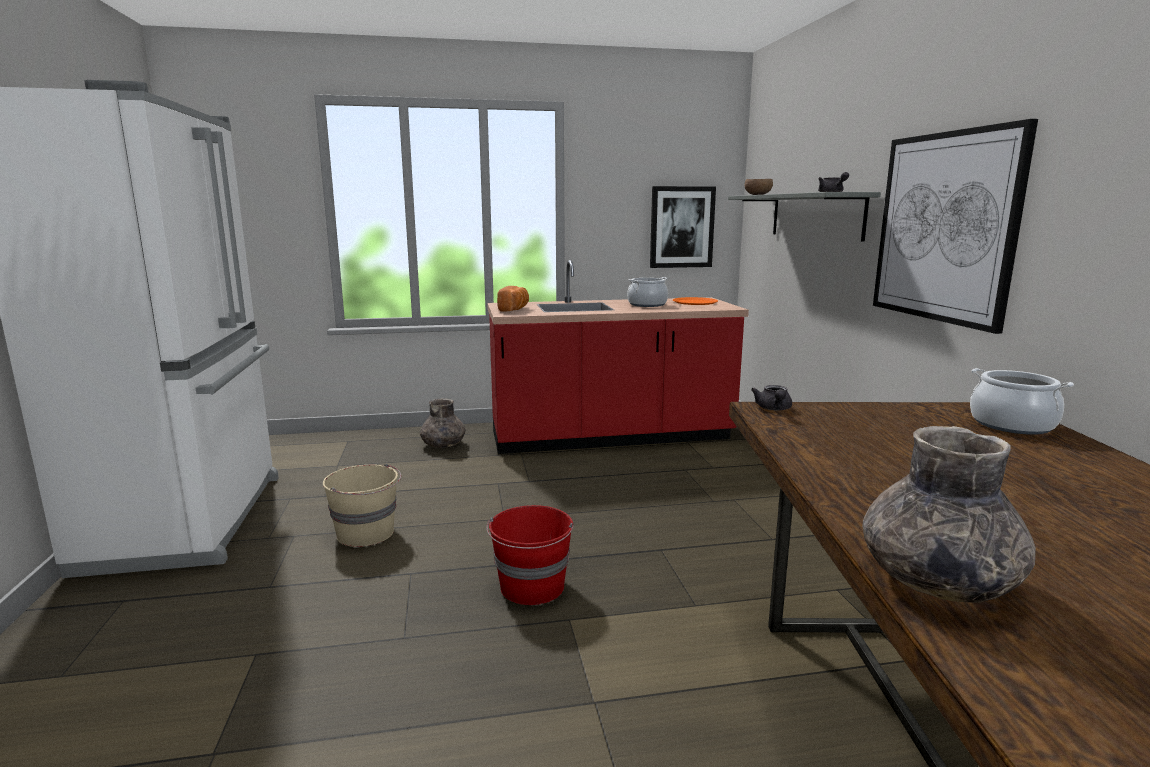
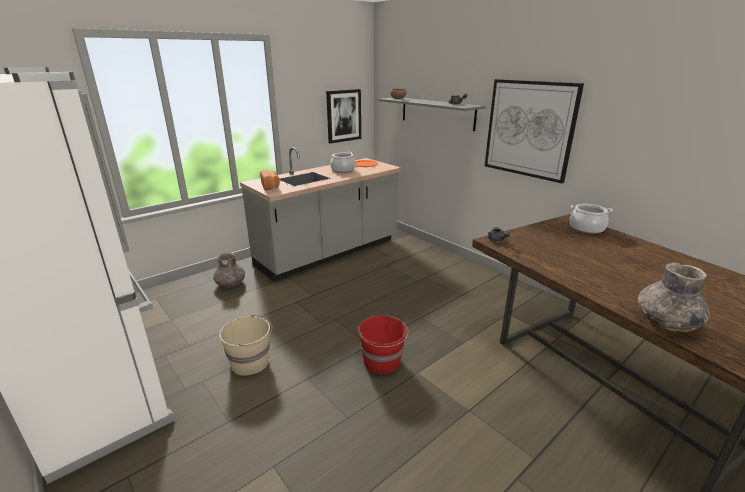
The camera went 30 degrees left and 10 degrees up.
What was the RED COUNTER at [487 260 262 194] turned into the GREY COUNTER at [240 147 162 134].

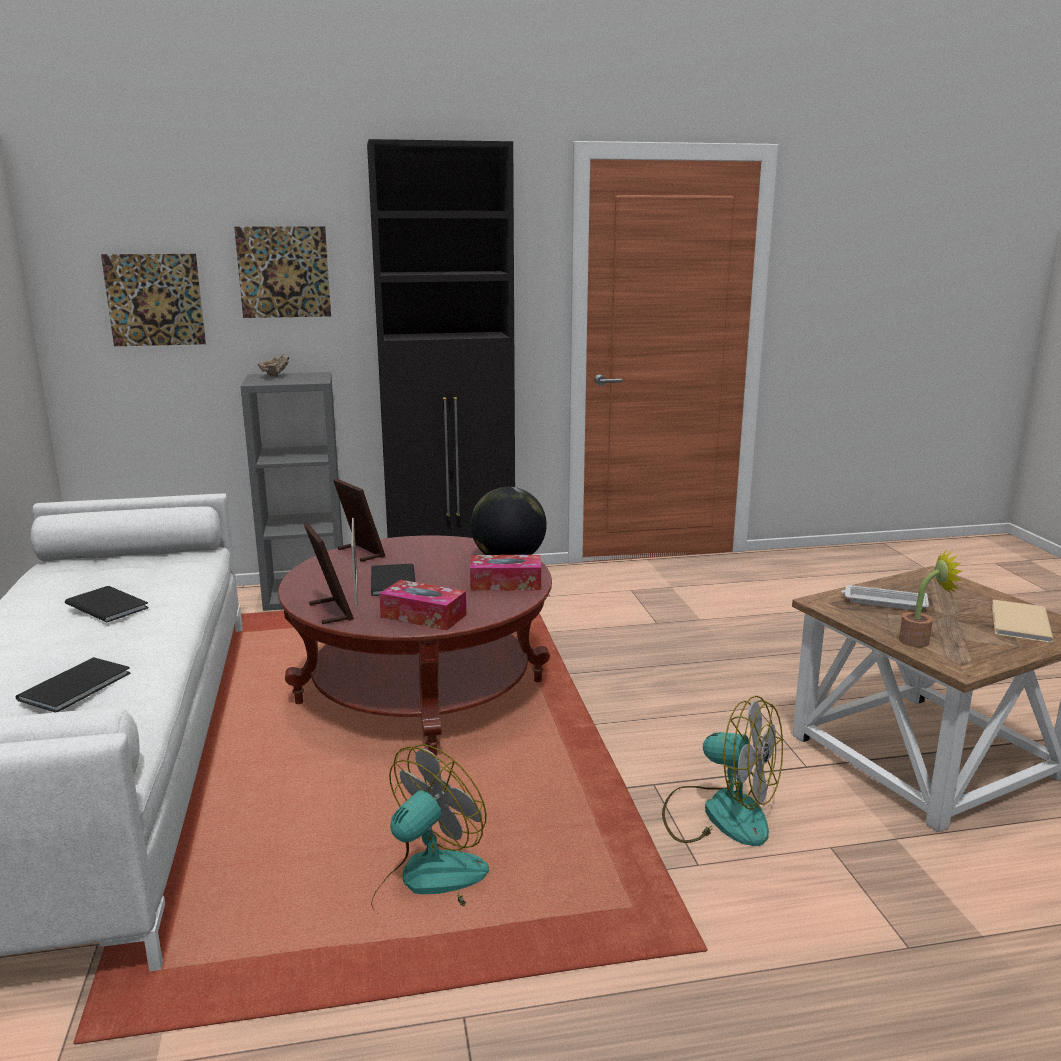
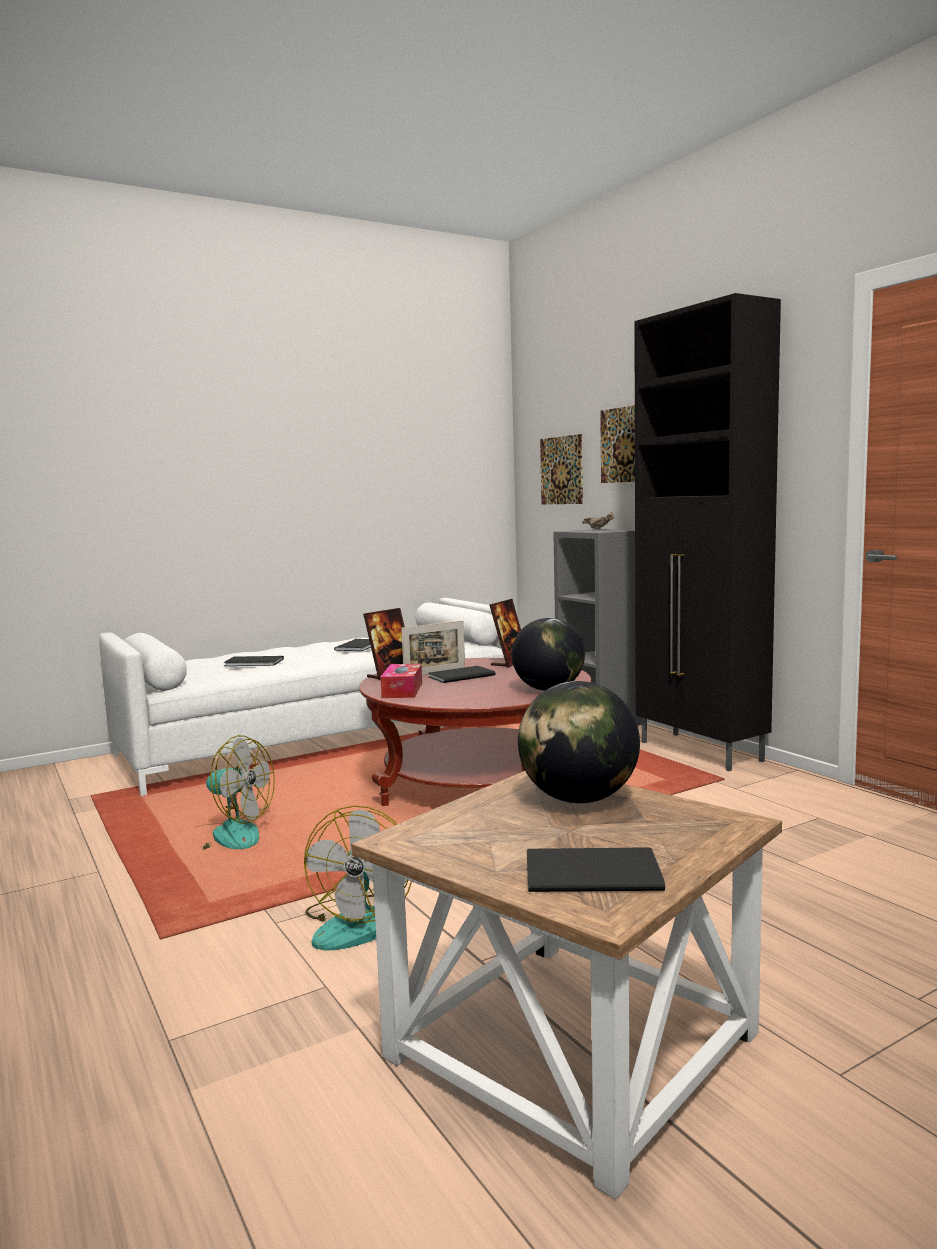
The camera went 70 degrees right and 10 degrees down.
The second view lost the TISSUE BOX at [470 555 71 36].
Where the WHITE TRAY stood at [841 585 88 25], the GLOBE came to stand at [518 681 122 122].
The second view lost the POTTED PLANT at [899 550 63 97].
What was the BEIGE BOOK at [992 600 62 43] turned into the BLACK BOOK at [527 847 138 45].

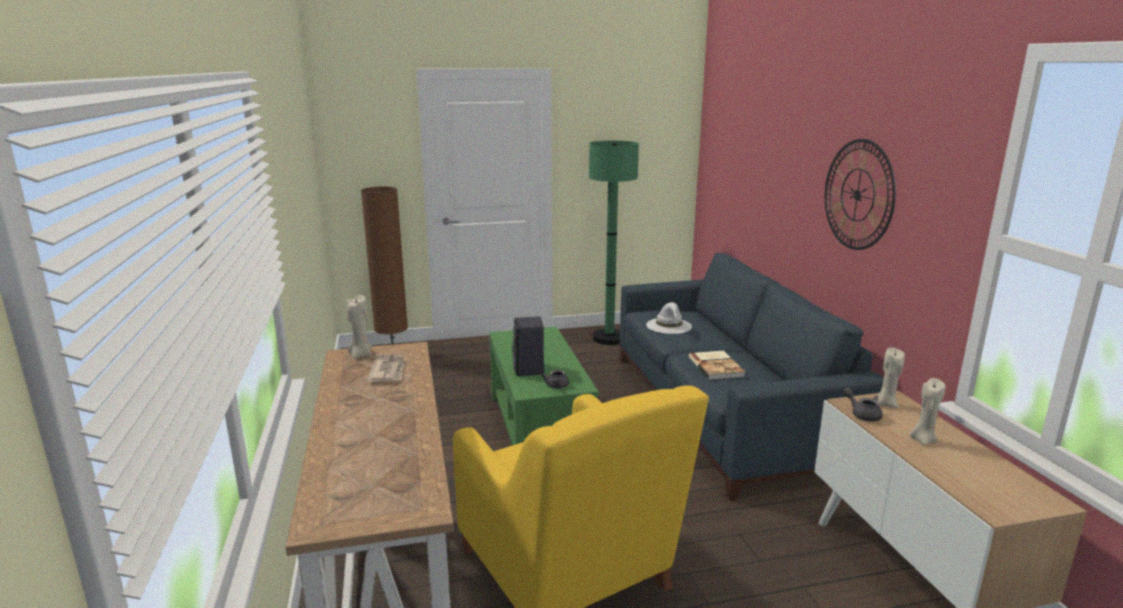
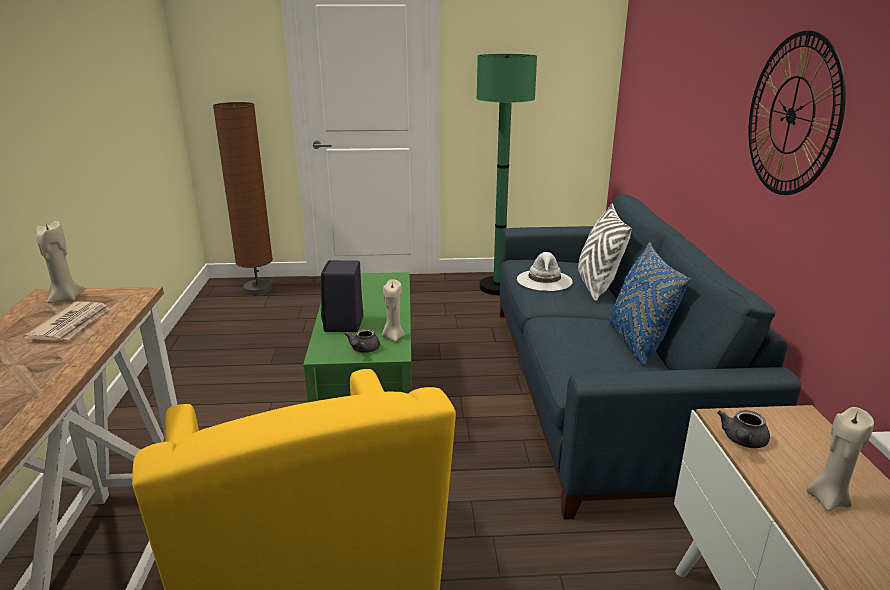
The camera went 10 degrees right and 5 degrees up.
The second view lost the BOOK at [689 351 56 29].
The GREY TEAPOT at [843 388 40 34] ended up facing another way, 120 degrees counterclockwise from before.
The BEIGE CANDLE ended up elsewhere, having gone from [877 347 28 61] to [382 279 23 63].
The second view gained the WHITE PILLOW at [578 203 54 98].
The second view gained the BLUE PILLOW at [609 242 81 124].

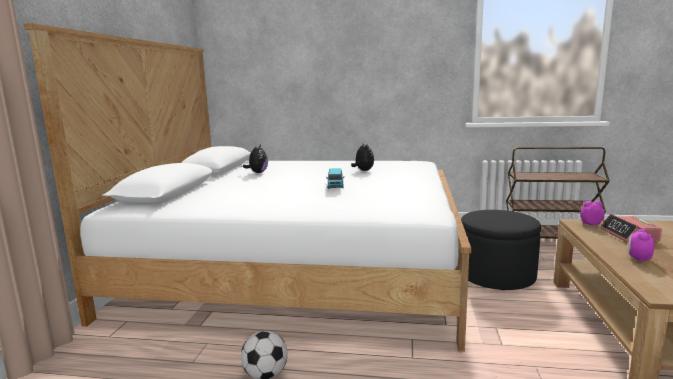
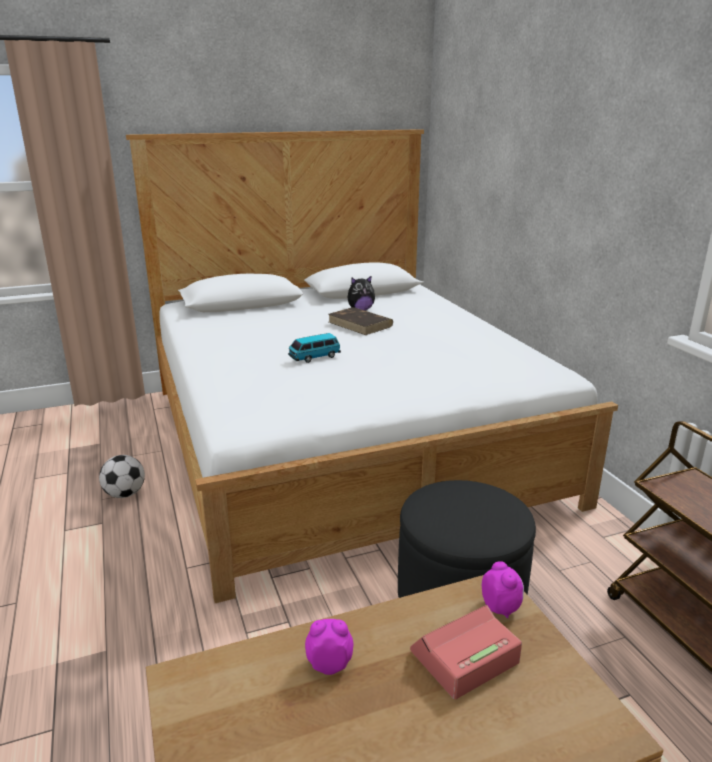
The camera went 60 degrees right and 10 degrees up.
The second view lost the PLUSH TOY at [351 144 23 27].
The second view gained the BROWN BOOK at [328 307 65 28].

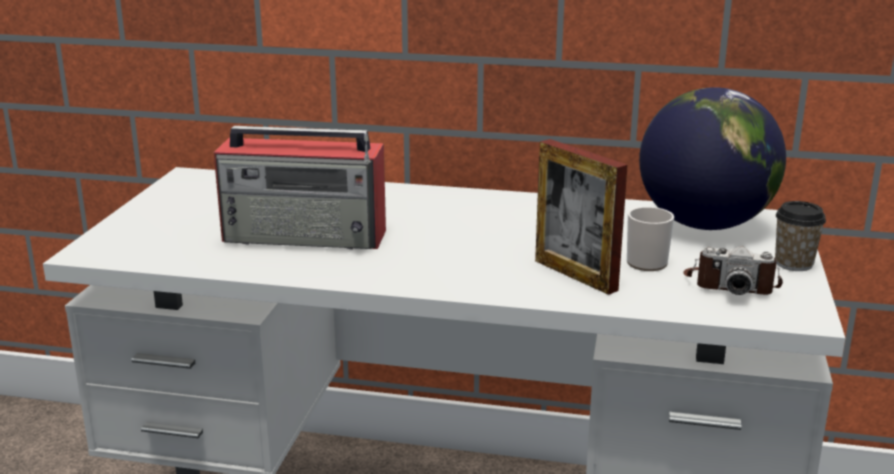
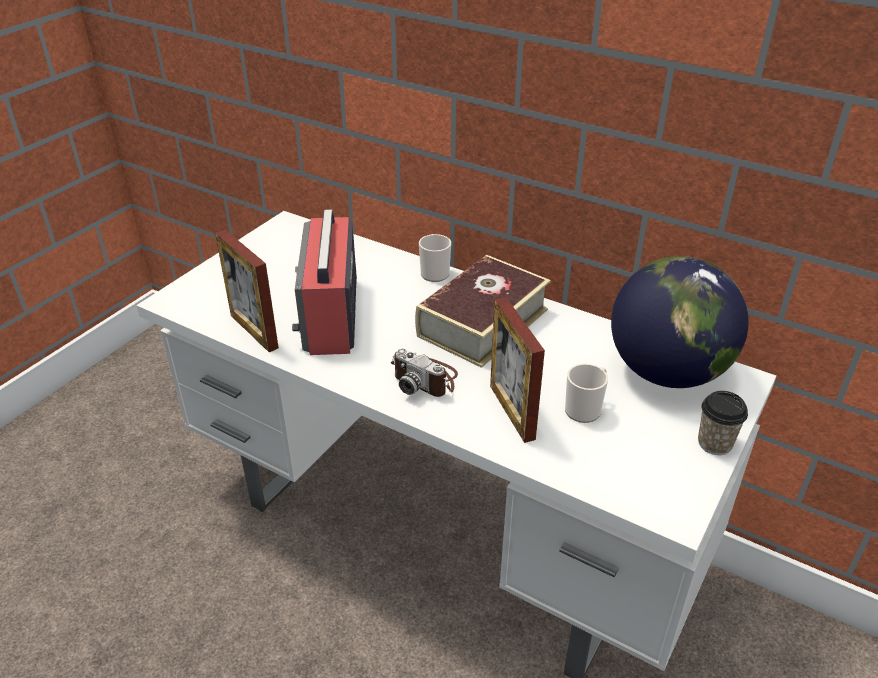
The camera went 20 degrees right and 15 degrees up.
The RADIO at [214 126 172 124] ended up facing another way, 60 degrees clockwise from before.
The PHOTO CAMERA ended up elsewhere, having gone from [683 246 100 49] to [390 349 68 48].
The second view gained the PICTURE FRAME at [215 230 64 122].
The second view gained the BOOK at [415 255 136 113].
The second view gained the MUG at [419 234 32 48].

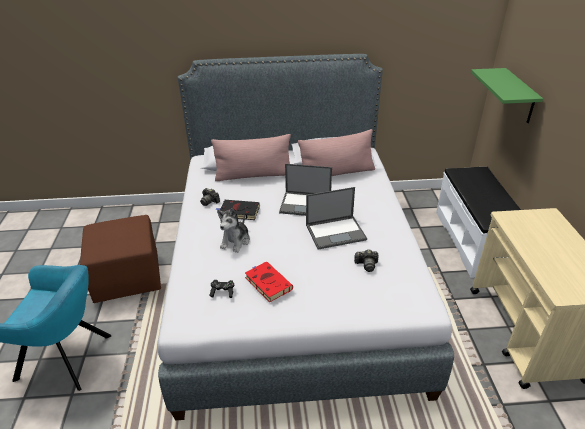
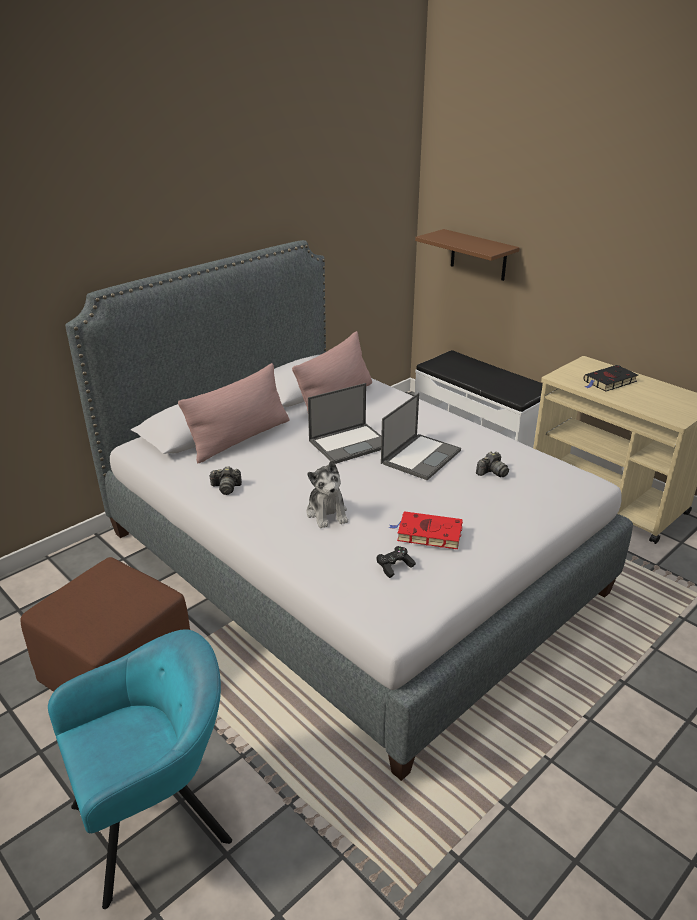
The camera went 40 degrees left and 5 degrees down.
The BLACK BOOK ended up elsewhere, having gone from [216 200 44 20] to [584 365 54 27].
What was the GREEN SHELF at [471 68 72 55] turned into the BROWN SHELF at [415 229 105 52].

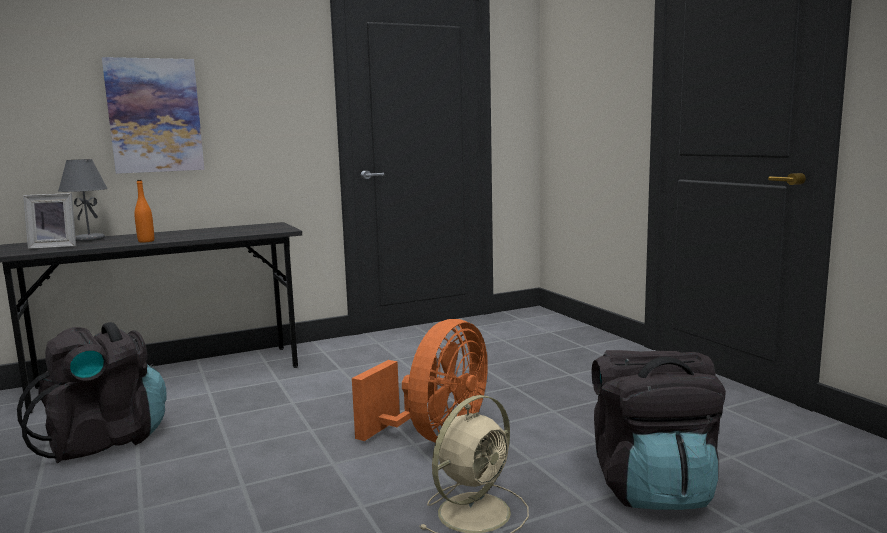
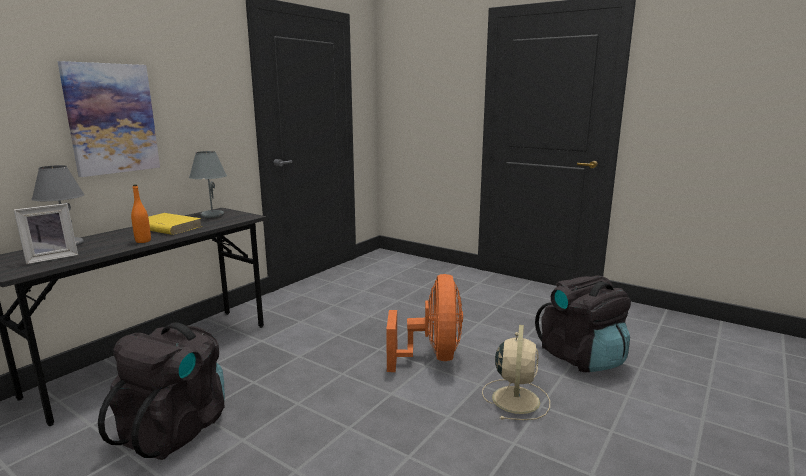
The camera went 30 degrees left and 5 degrees up.
The second view gained the YELLOW BOOK at [148 213 54 22].
The second view gained the GREY TABLE LAMP at [189 151 38 67].

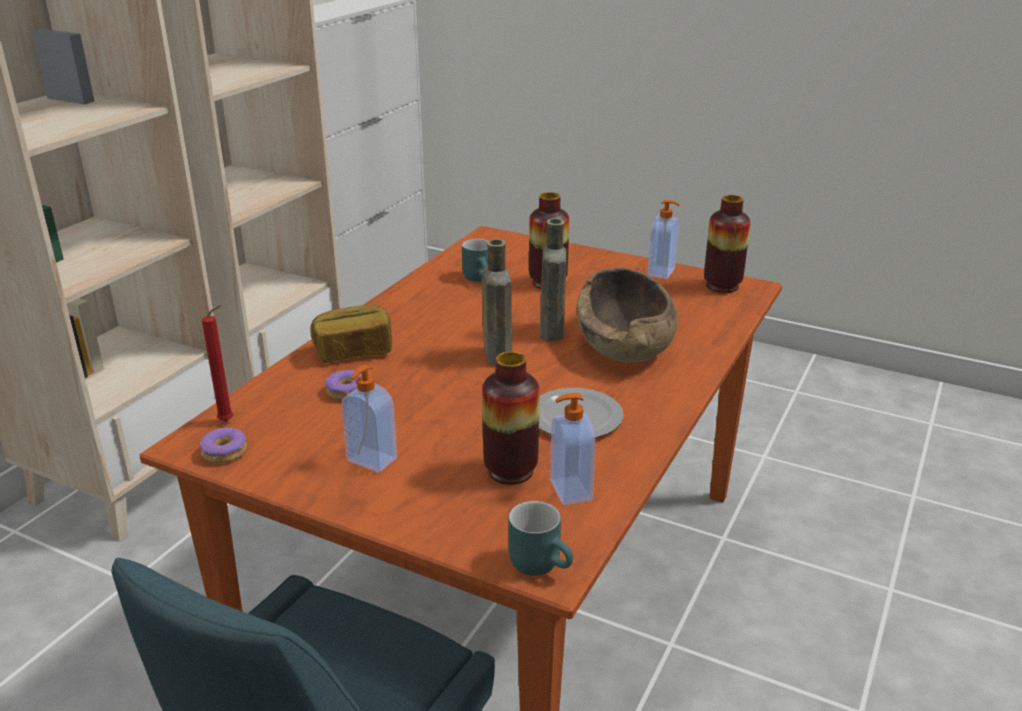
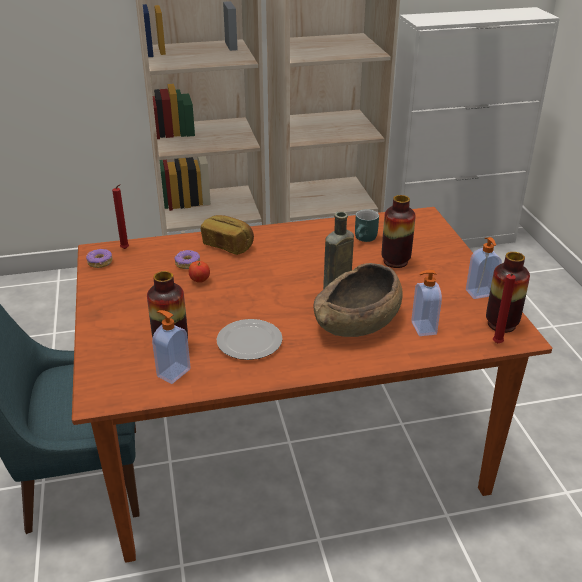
The camera went 50 degrees right and 5 degrees up.
The SOAP DISPENSER ended up elsewhere, having gone from [341 365 56 107] to [411 270 31 66].
The second view lost the BROWN BOTTLE at [482 239 30 127].
The second view lost the TURQUOISE MUG at [509 501 64 75].
The second view gained the APPLE at [189 261 21 21].
The second view gained the RED CANDLE at [493 273 23 70].

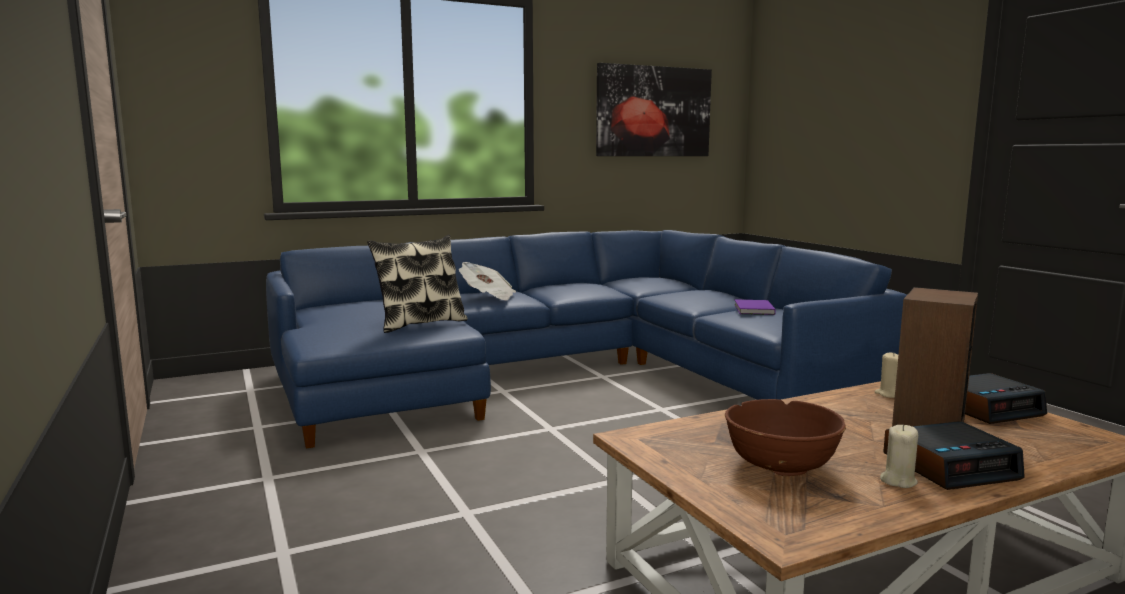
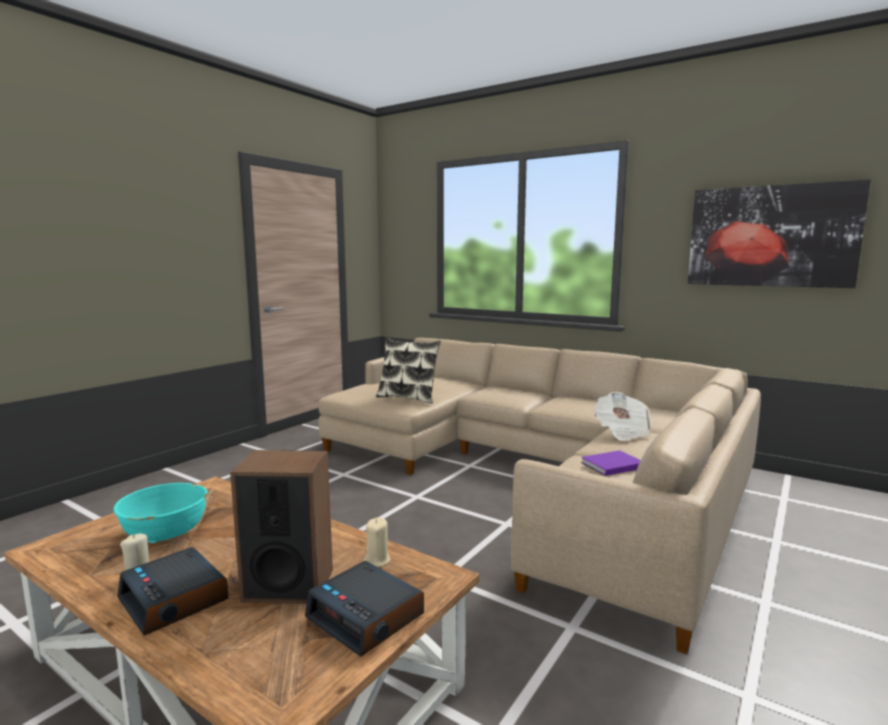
The camera went 60 degrees right and 0 degrees up.
What was the BLUE SOFA at [266 230 641 219] turned into the BEIGE SOFA at [318 338 443 316].
The NEWSPAPER ended up elsewhere, having gone from [459 262 57 38] to [594 392 57 49].
What was the BROWN BOWL at [725 399 121 77] turned into the TURQUOISE BOWL at [114 483 94 60].

